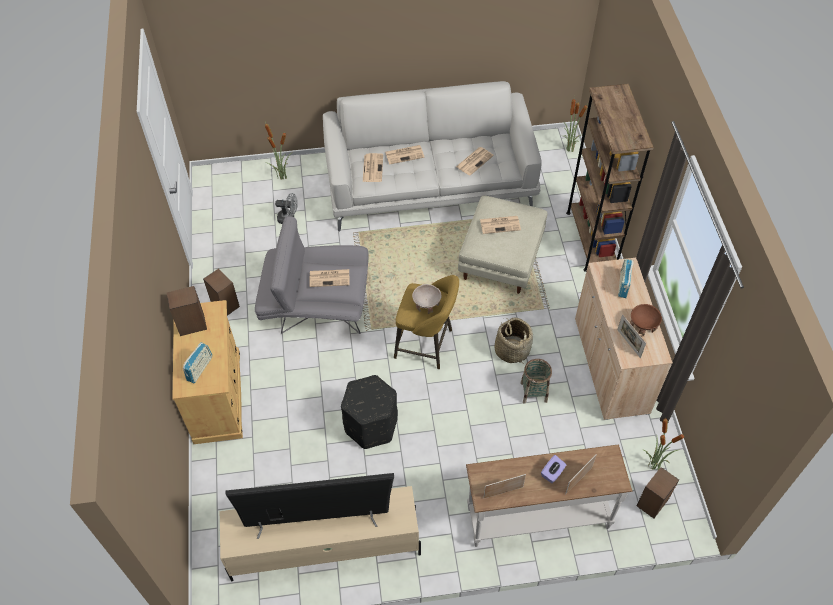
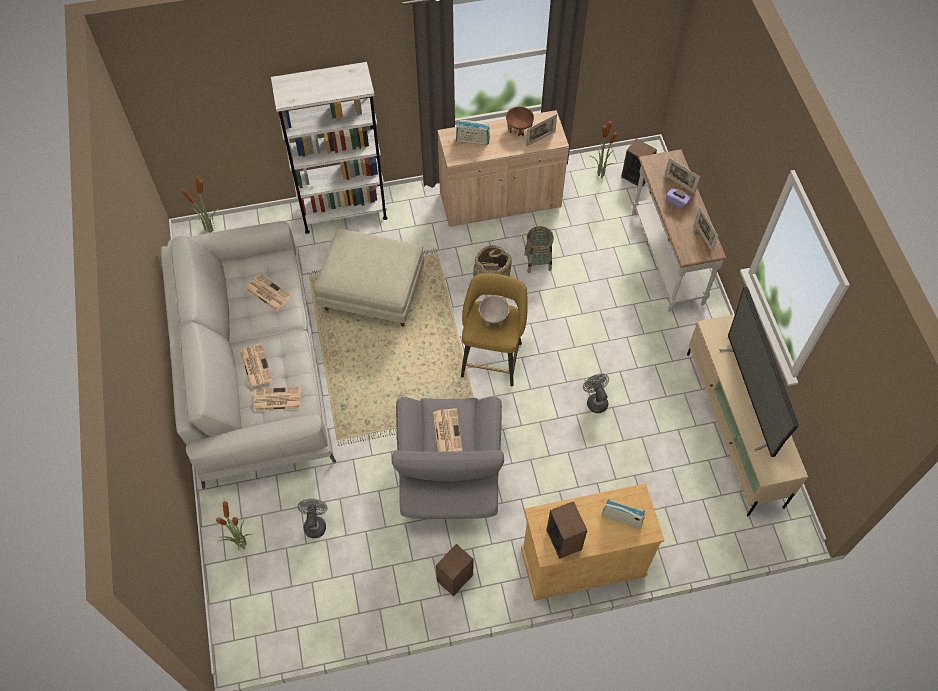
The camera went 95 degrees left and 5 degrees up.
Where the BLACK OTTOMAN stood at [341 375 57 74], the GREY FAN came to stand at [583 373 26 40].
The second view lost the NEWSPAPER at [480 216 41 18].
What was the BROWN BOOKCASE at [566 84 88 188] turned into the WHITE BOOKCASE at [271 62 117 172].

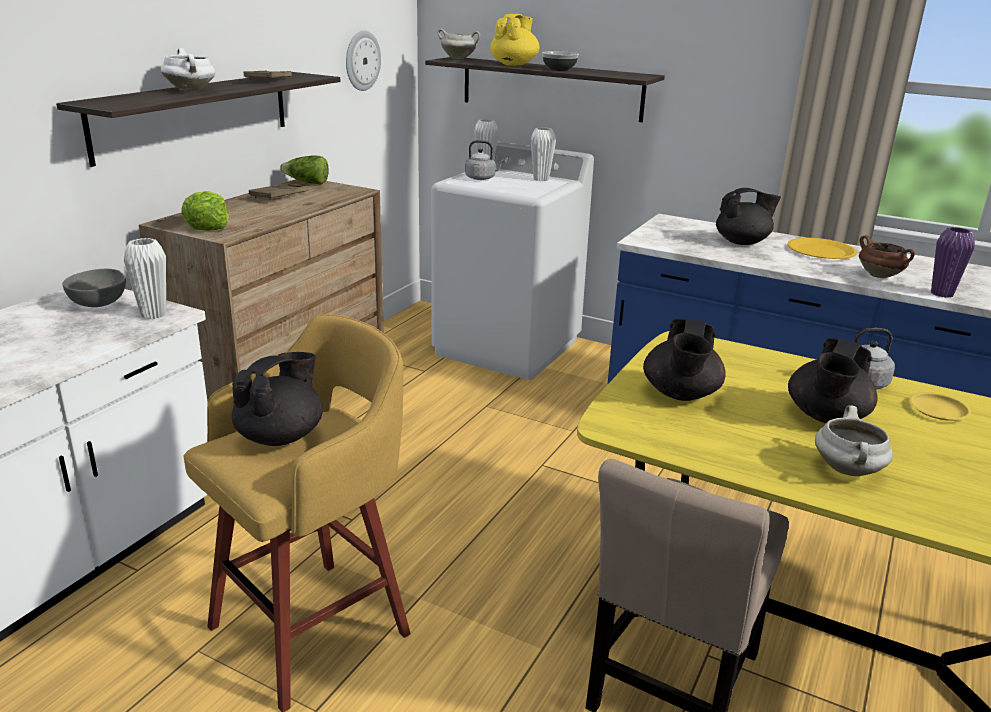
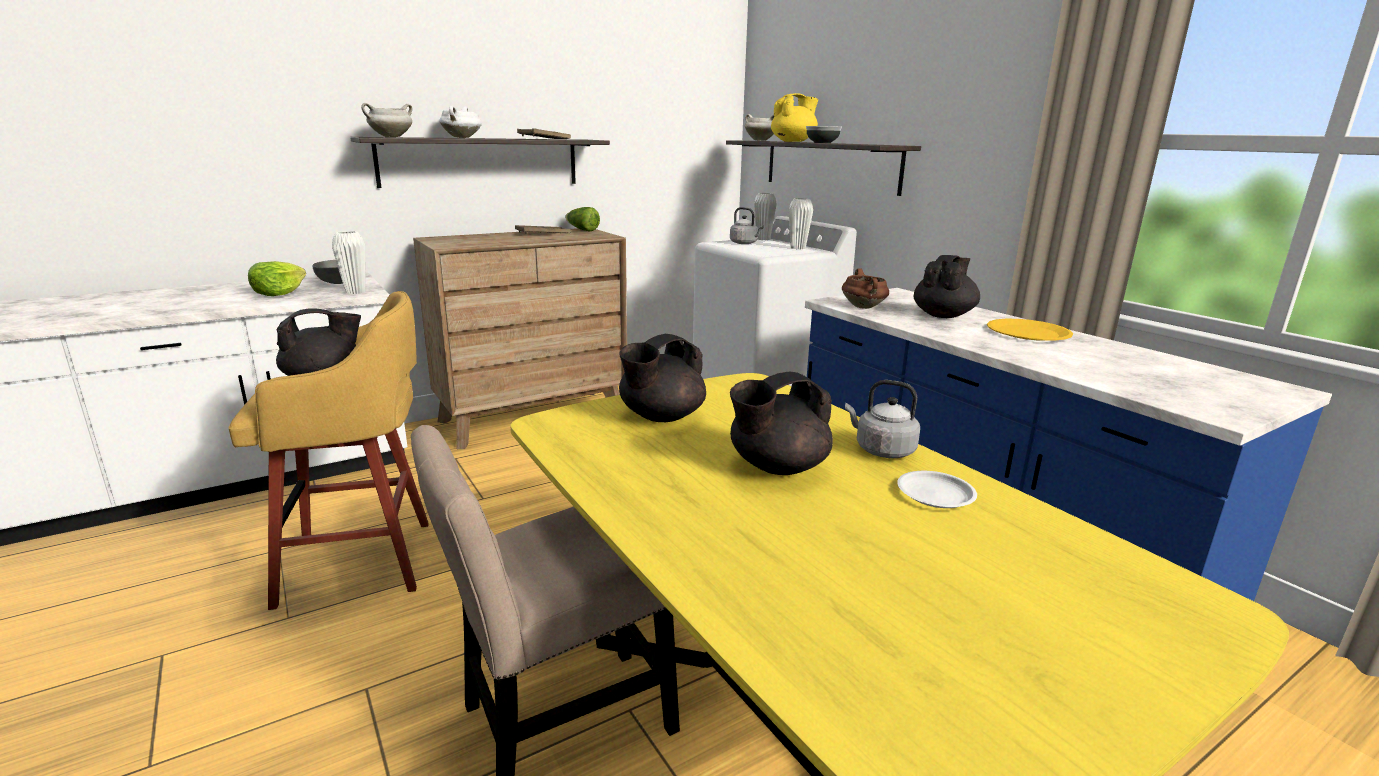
The camera went 30 degrees right and 5 degrees down.
The LETTUCE ended up elsewhere, having gone from [181 191 48 40] to [248 261 58 35].
The second view lost the WALL CLOCK at [346 30 35 61].
The BLACK TEAPOT at [716 188 65 57] ended up facing another way, 75 degrees counterclockwise from before.
The WHITE COOKING POT ended up elsewhere, having gone from [815 405 78 71] to [361 103 52 34].
The BROWN COOKING POT ended up elsewhere, having gone from [859 235 56 43] to [842 268 47 41].
What was the YELLOW PLATE at [909 392 63 29] turned into the WHITE PLATE at [897 471 80 37].
The second view lost the PURPLE VASE at [931 227 44 71].

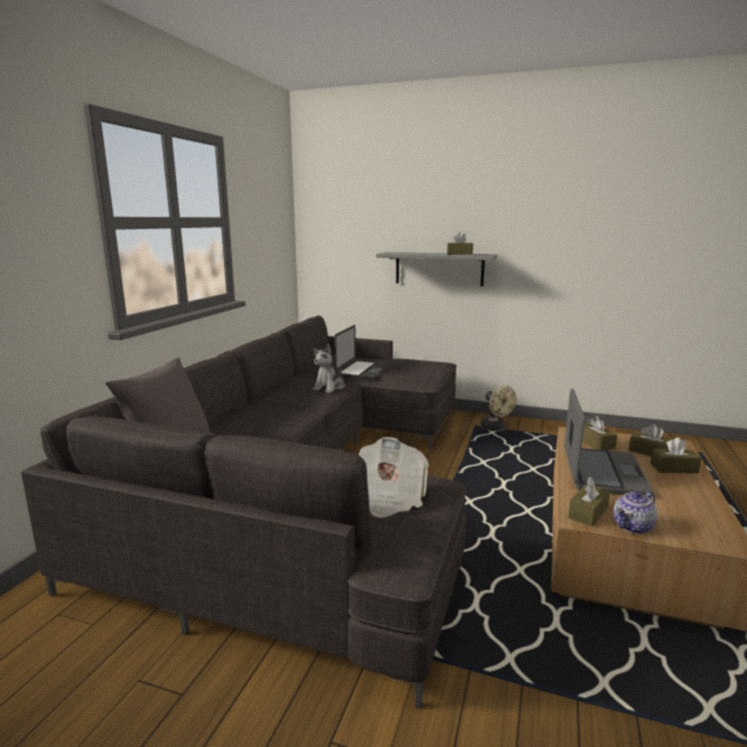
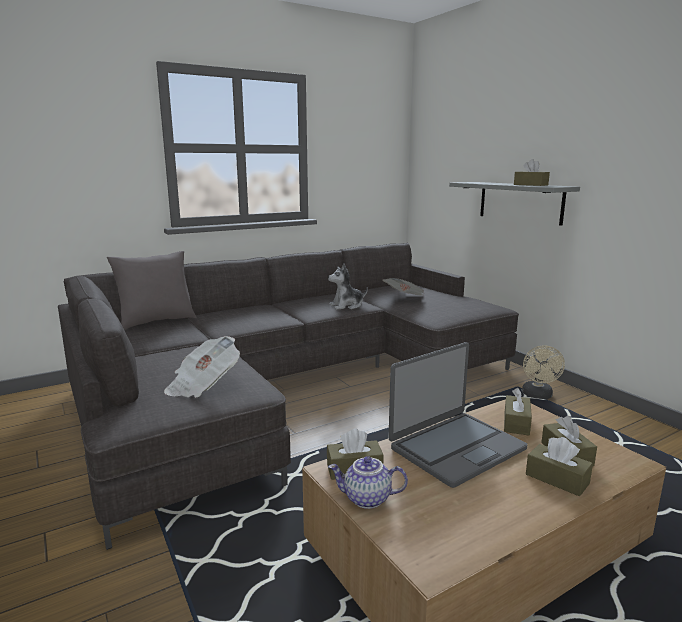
The camera went 40 degrees right and 0 degrees up.
Where the LAPTOP stood at [334 325 56 54], the NEWSPAPER came to stand at [382 278 42 17].

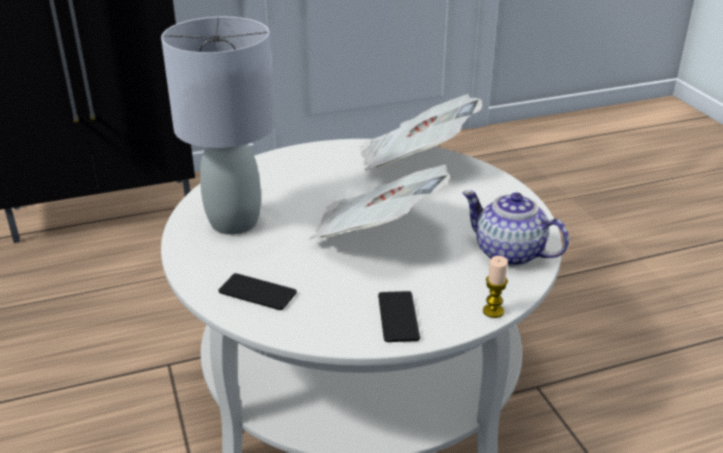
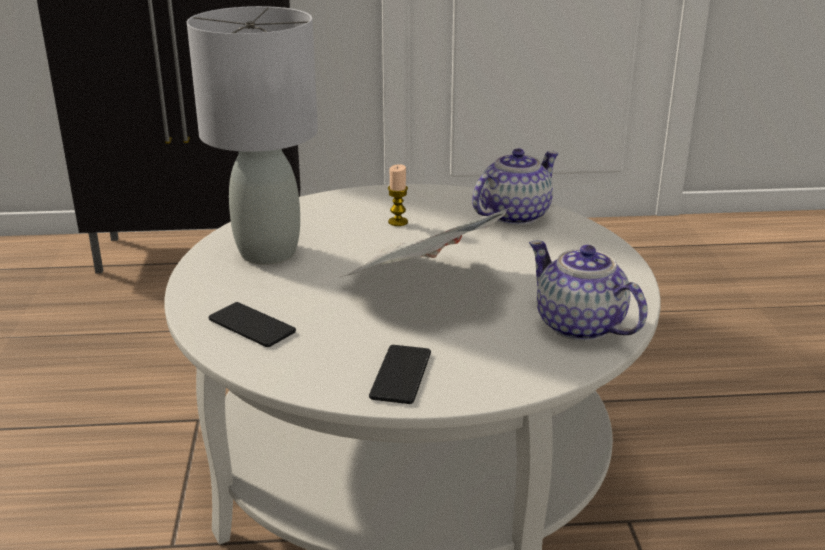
The camera went 15 degrees right and 5 degrees down.
Where the NEWSPAPER stood at [360 94 122 77], the TEAPOT came to stand at [472 148 87 77].
The CANDLE ended up elsewhere, having gone from [483 256 25 62] to [388 164 20 62].

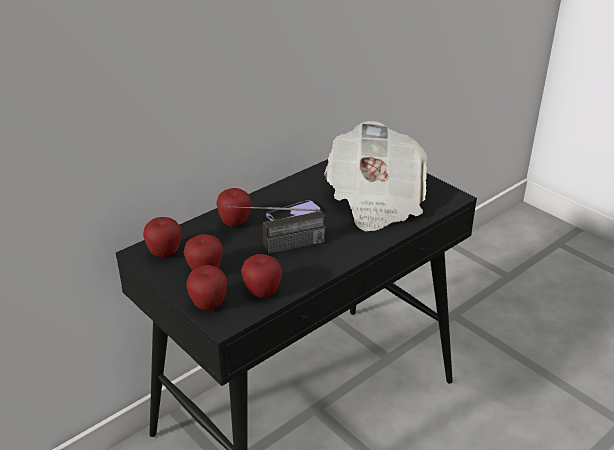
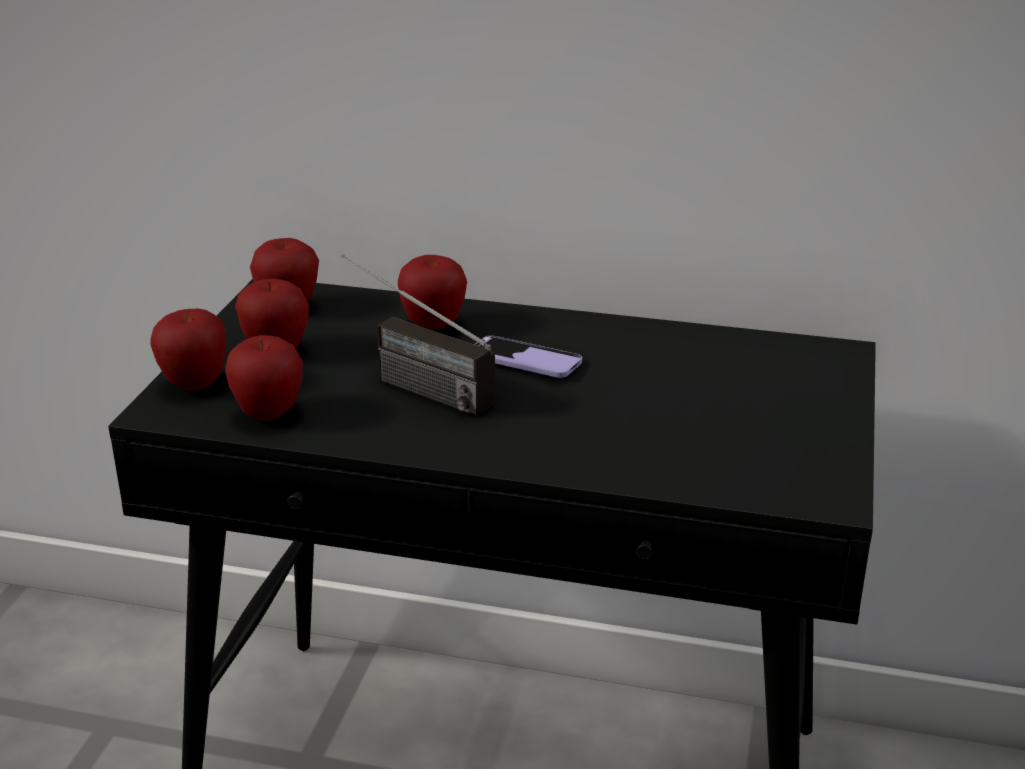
The camera went 55 degrees right and 5 degrees down.
The second view lost the NEWSPAPER at [324 121 103 111].

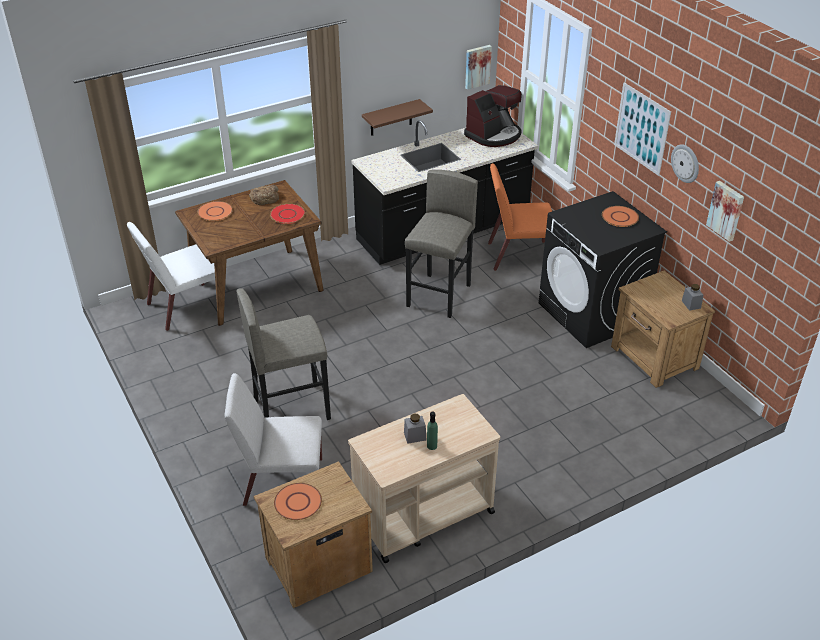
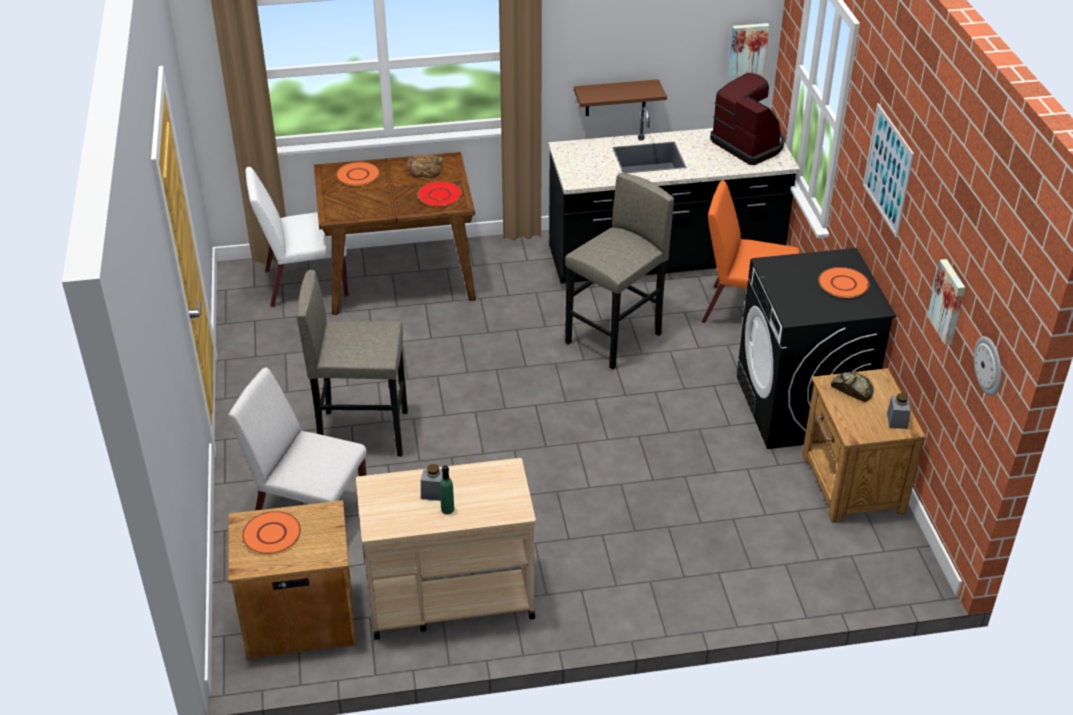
The camera went 20 degrees right and 0 degrees up.
The COFFEE MACHINE at [464 85 58 62] ended up facing another way, 105 degrees counterclockwise from before.
The WALL CLOCK ended up elsewhere, having gone from [671 144 28 39] to [974 336 28 60].
The second view gained the BREAD at [831 372 43 30].

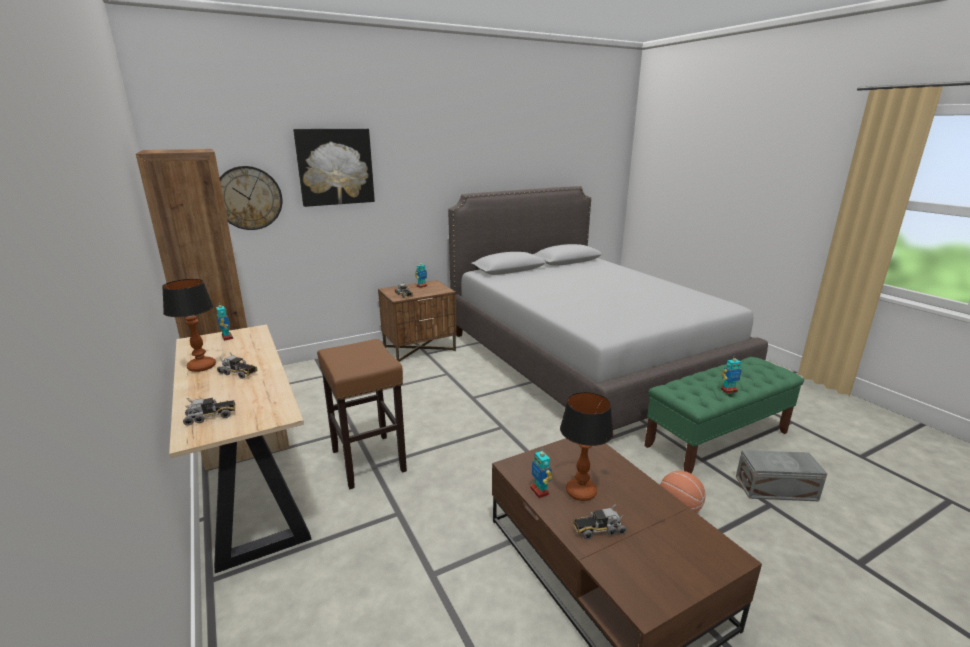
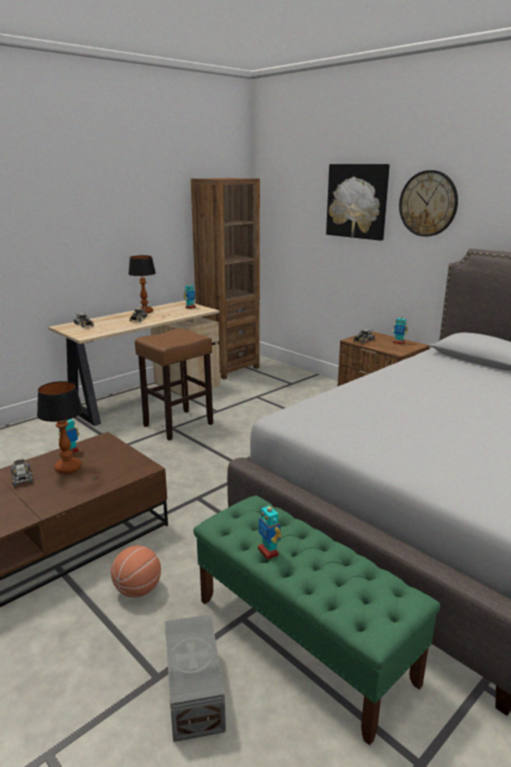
The camera went 75 degrees right and 0 degrees up.
The WALL CLOCK ended up elsewhere, having gone from [220 166 62 64] to [399 170 59 67].

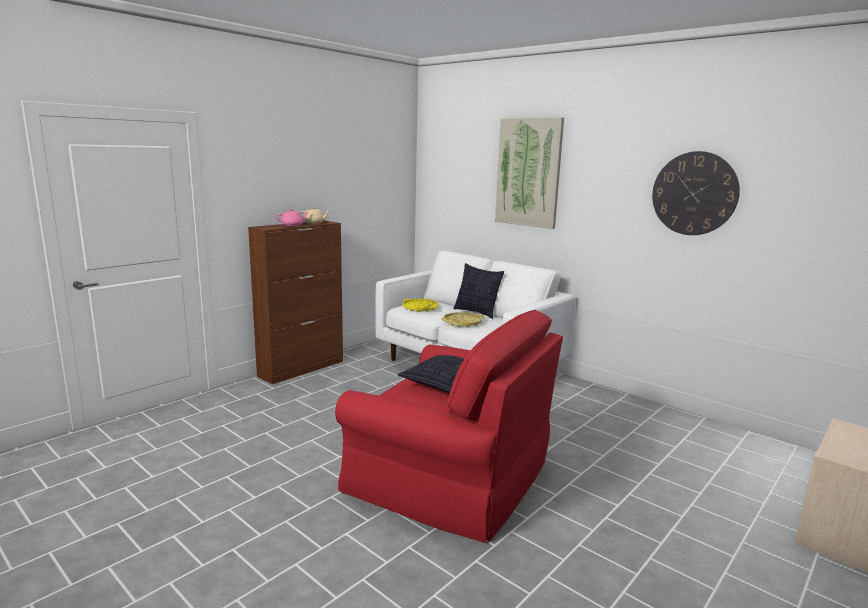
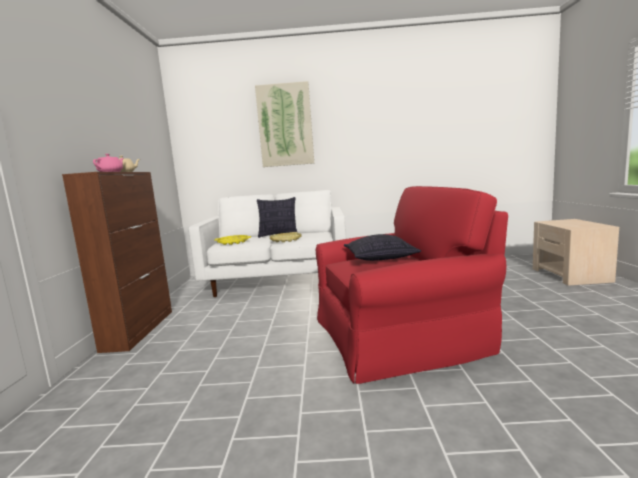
The camera went 40 degrees left and 5 degrees down.
The second view lost the WALL CLOCK at [652 151 88 84].

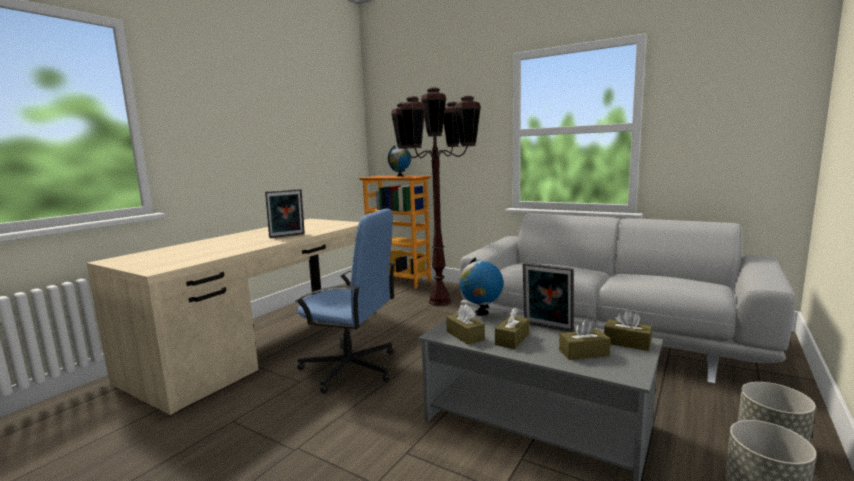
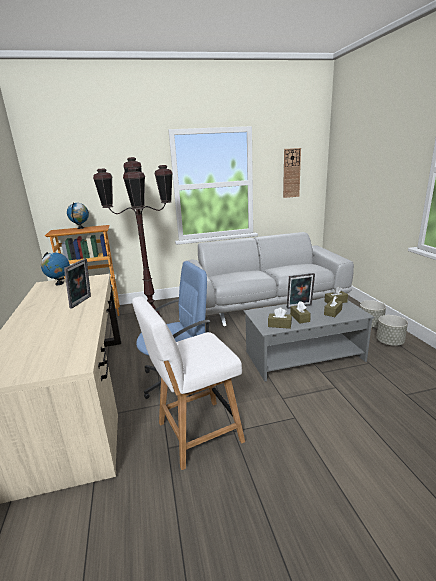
The camera went 45 degrees left and 10 degrees up.
The GLOBE ended up elsewhere, having gone from [459 258 44 58] to [41 252 29 33].
The second view gained the WHITE CHAIR at [132 296 113 174].
The second view gained the WALL CLOCK at [283 148 18 50].

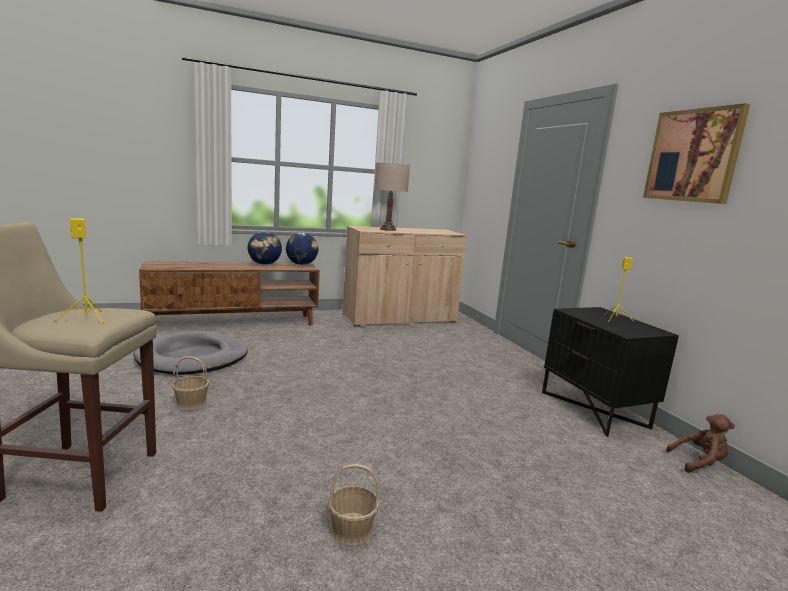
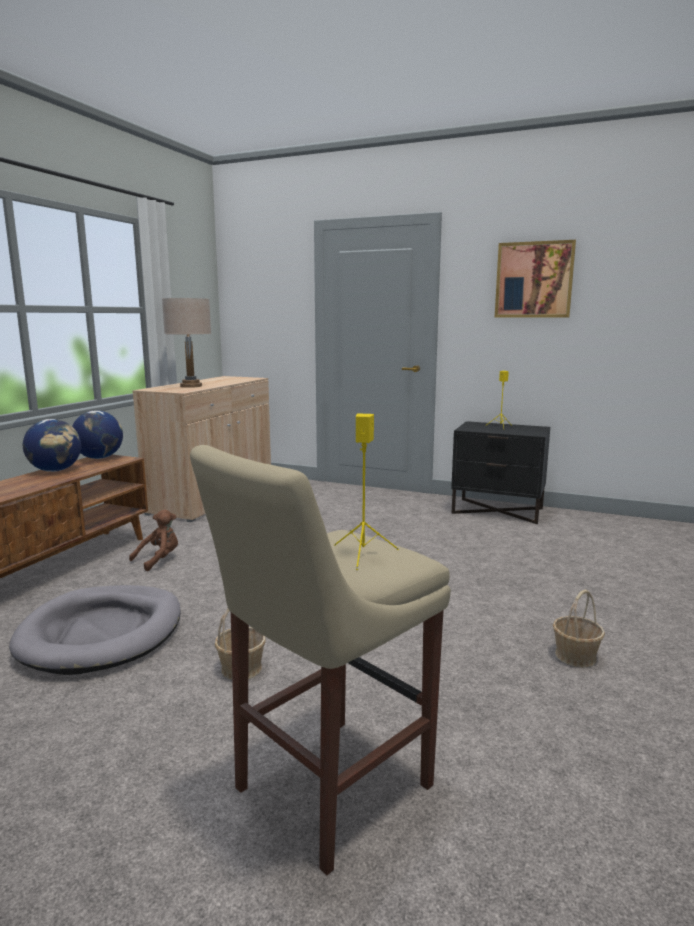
The camera went 45 degrees left and 0 degrees up.
The BROWN PLUSH TOY ended up elsewhere, having gone from [666 414 69 59] to [129 509 49 62].

